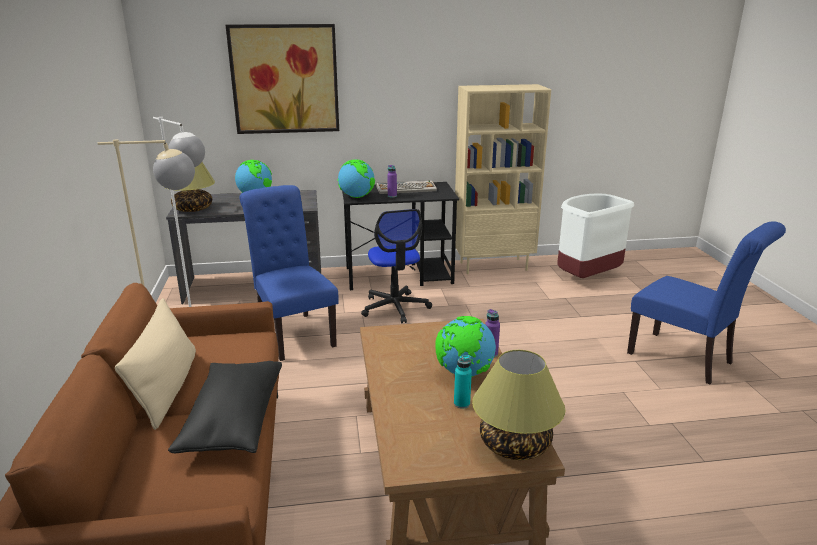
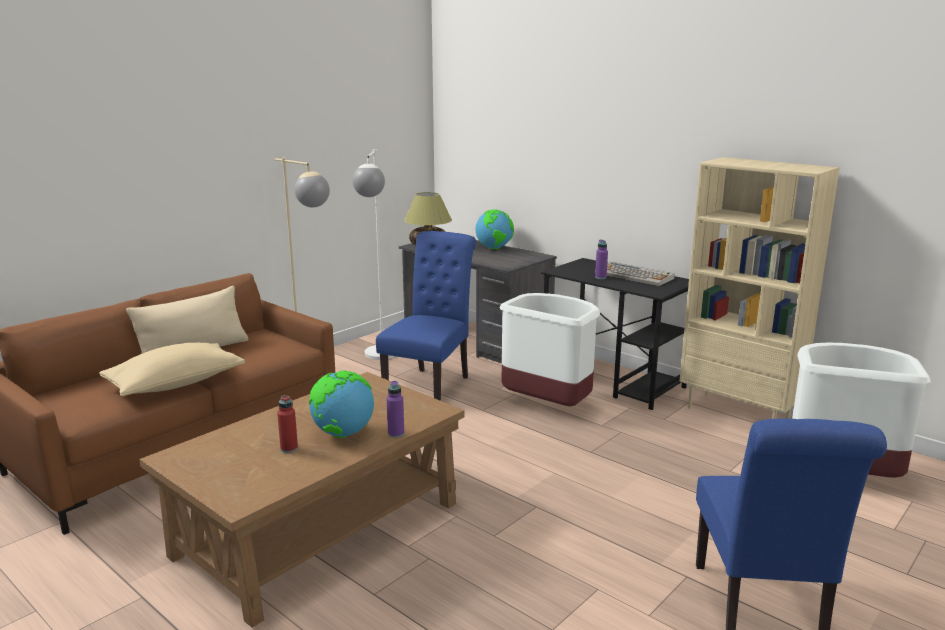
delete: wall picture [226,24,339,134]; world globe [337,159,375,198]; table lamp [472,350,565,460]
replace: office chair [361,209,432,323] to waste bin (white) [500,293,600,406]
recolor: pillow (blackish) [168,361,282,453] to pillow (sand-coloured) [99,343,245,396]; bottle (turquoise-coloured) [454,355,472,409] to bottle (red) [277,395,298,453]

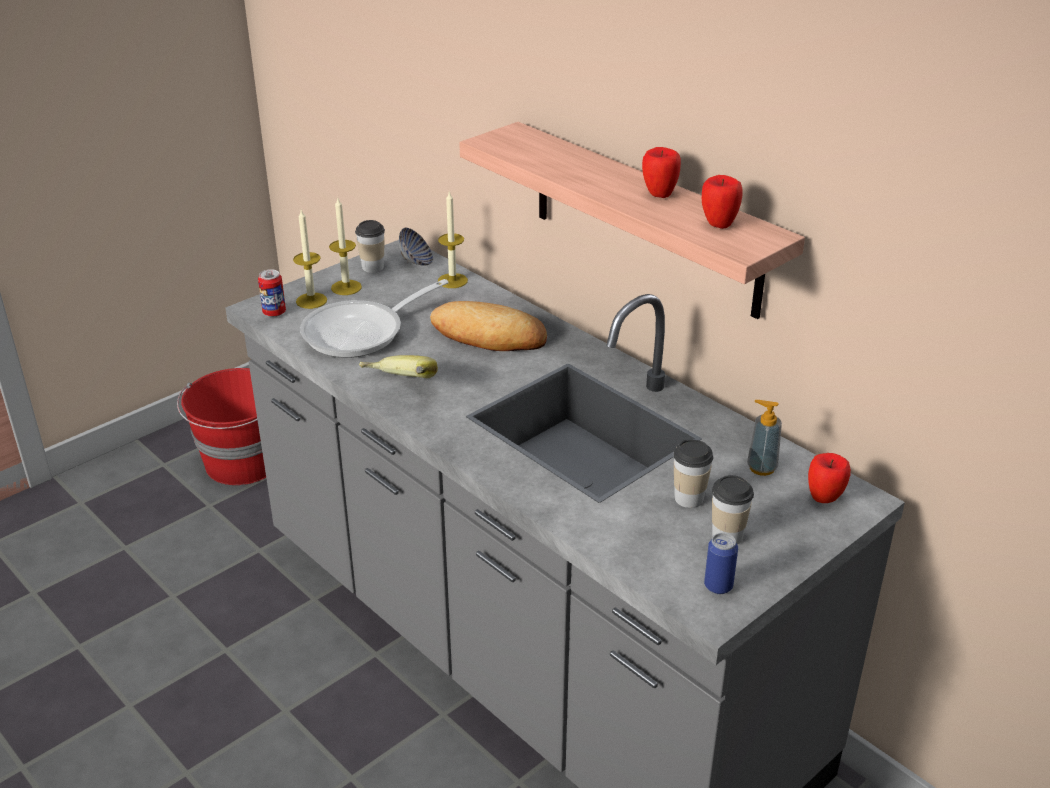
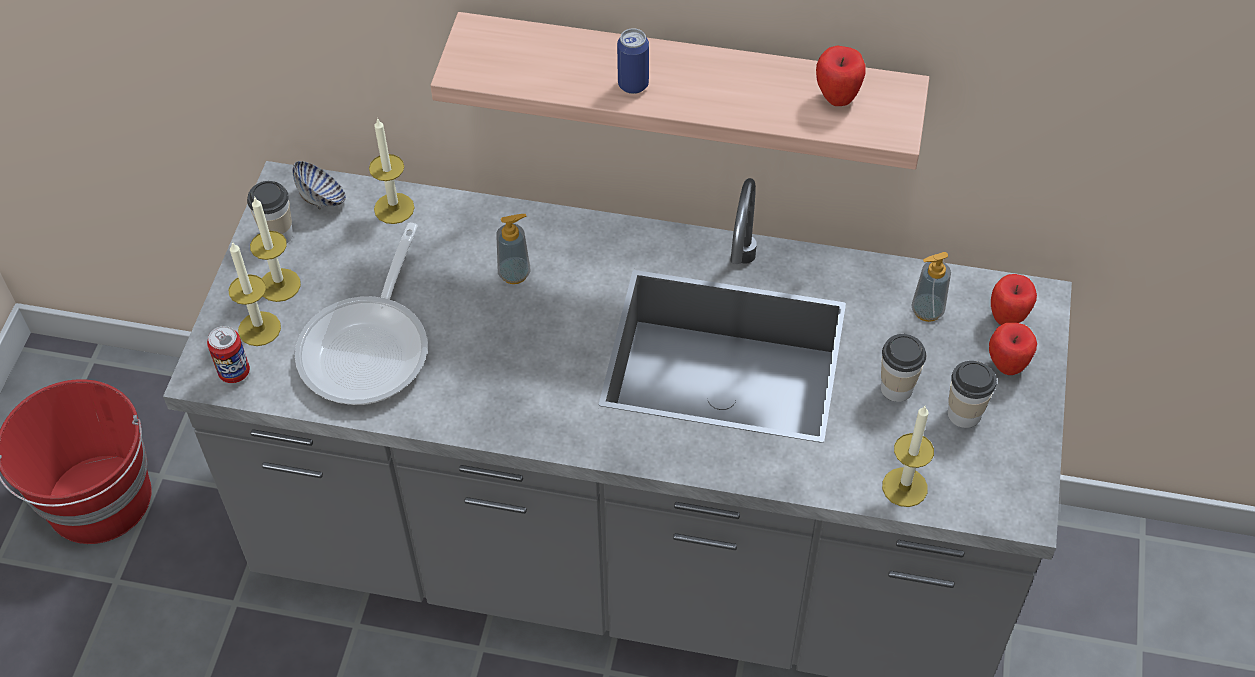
delete: banana fruit [359,355,438,378]
insert: candle [882,405,934,507]
move: apple fruit [642,147,681,198] to [989,323,1037,375]; can [704,533,738,594] to [617,29,649,94]
replace: bread [430,301,547,351] to soap bottle [496,214,530,284]

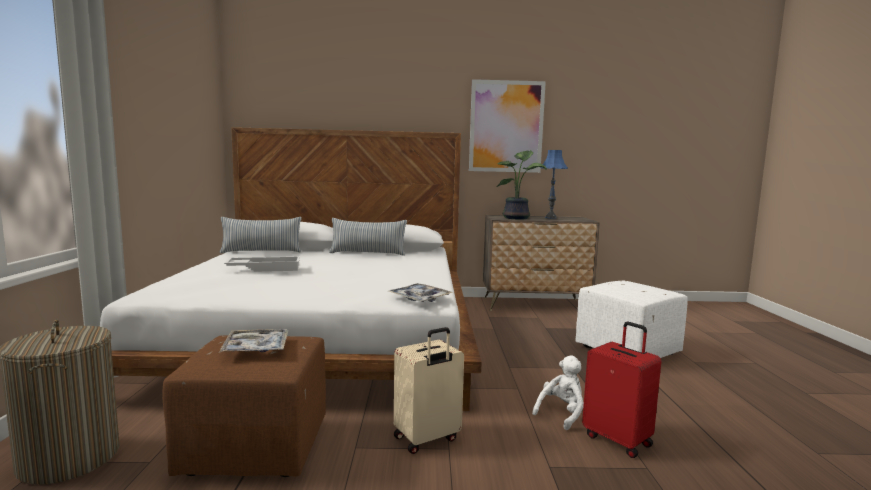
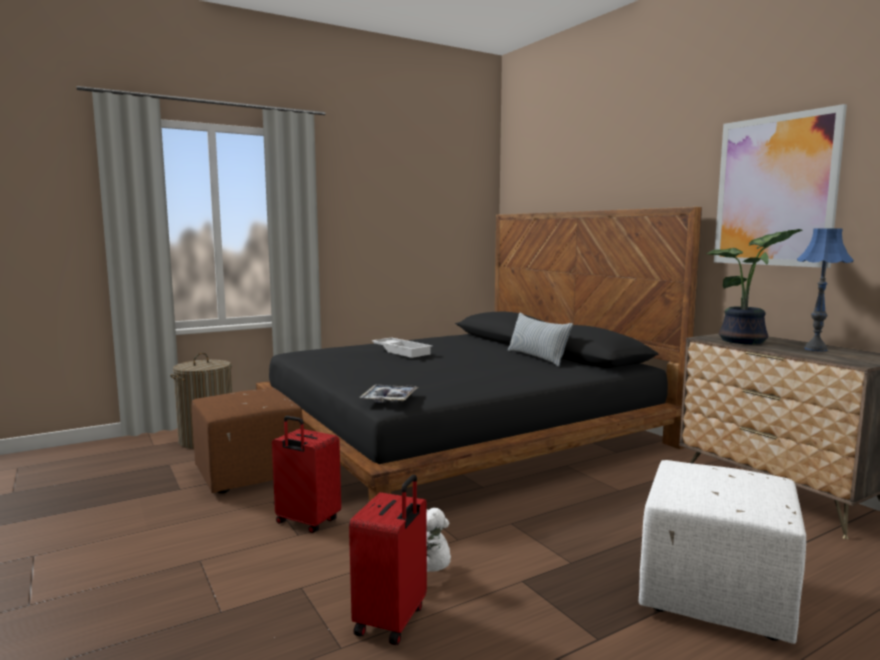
delete: serving tray [219,329,288,353]; pillow [220,217,302,253]
recolor: bed (white) [100,127,482,411] to bed (blackish) [256,207,702,502]; suitcase (sand-coloured) [394,327,464,454] to suitcase (red) [272,416,341,533]

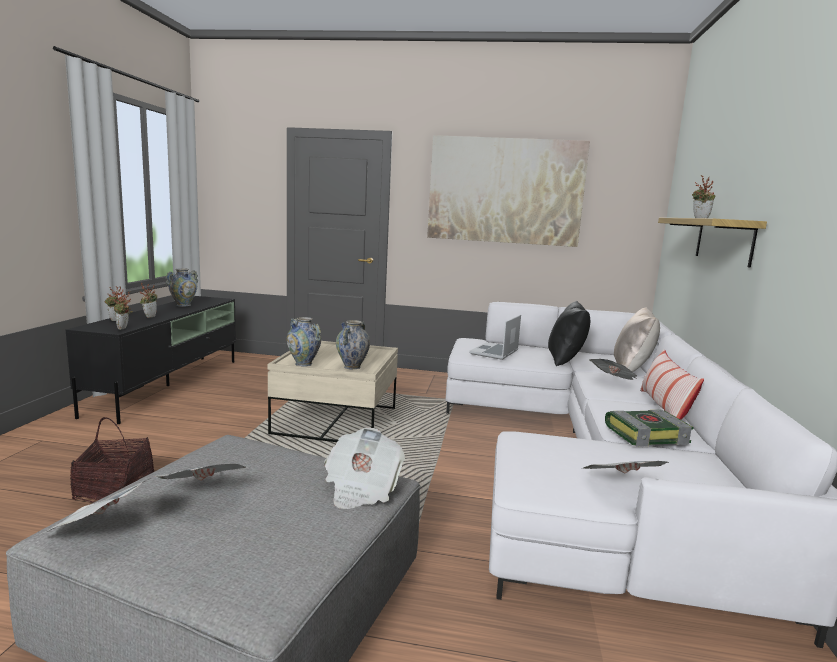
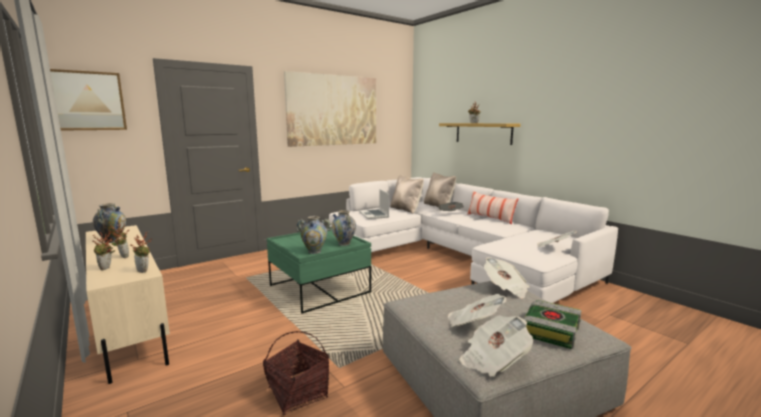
insert: wall picture [50,69,127,131]
move: bound book [605,410,694,447] to [523,300,581,349]
recolor: media console (blackish) [66,296,236,424] to media console (sand-coloured) [86,225,170,384]; lounge table (sand-coloured) [268,341,398,442] to lounge table (green-coloured) [267,228,371,314]; pillow (blackish) [548,301,590,366] to pillow (sand-coloured) [390,175,424,214]

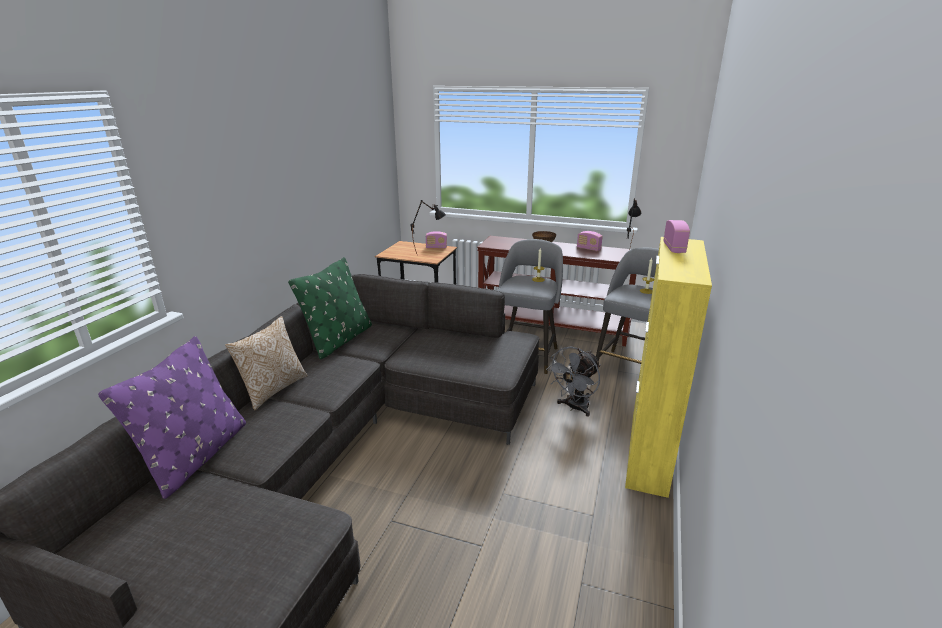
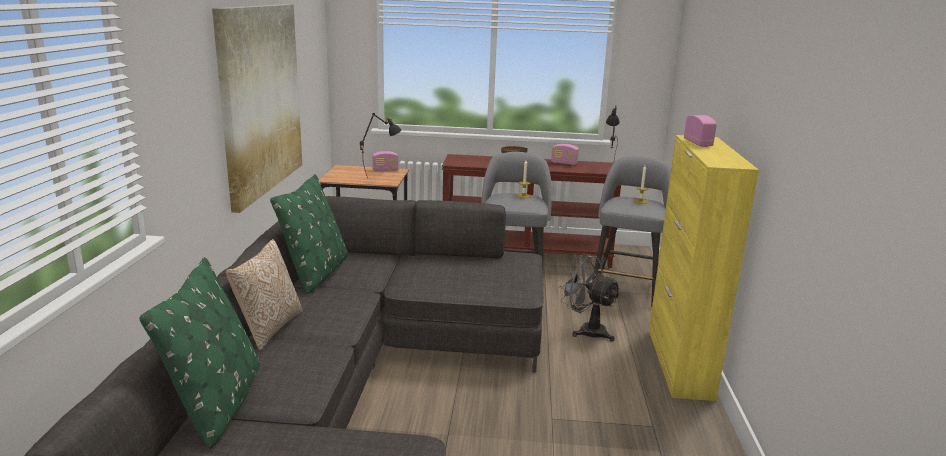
insert: wall picture [212,4,302,213]
recolor: pillow (purple) [98,336,246,499] to pillow (green-coloured) [139,257,260,449]
rotate: fan (greyish) [546,346,600,417] = [559,253,621,342] 105 degrees clockwise

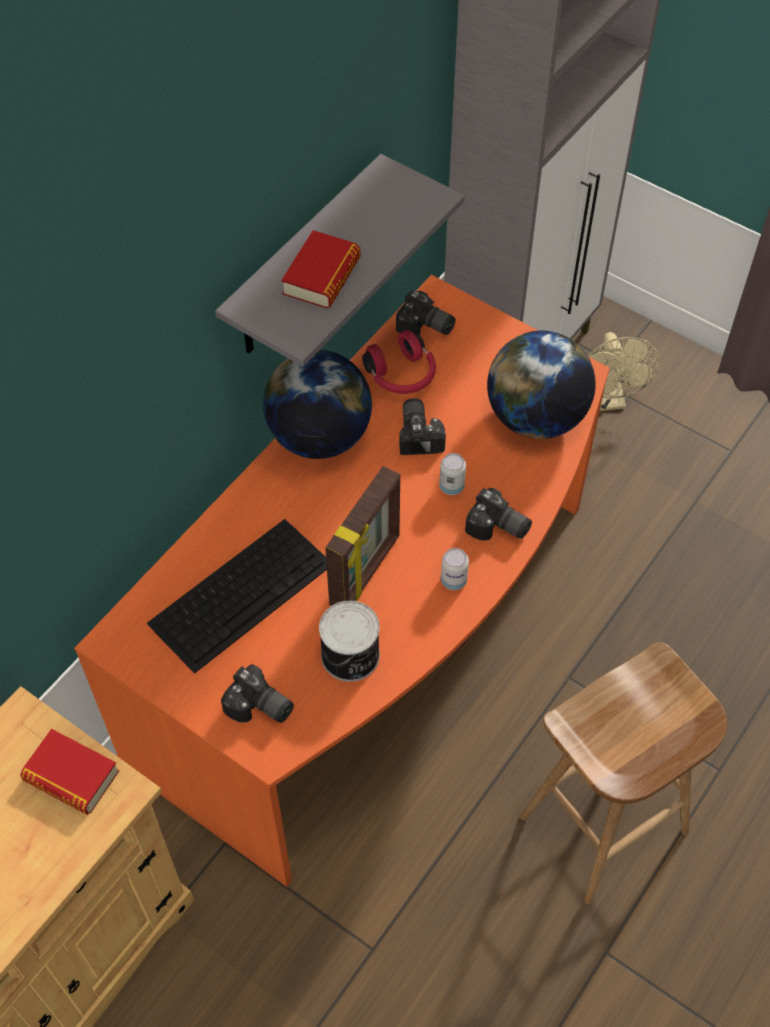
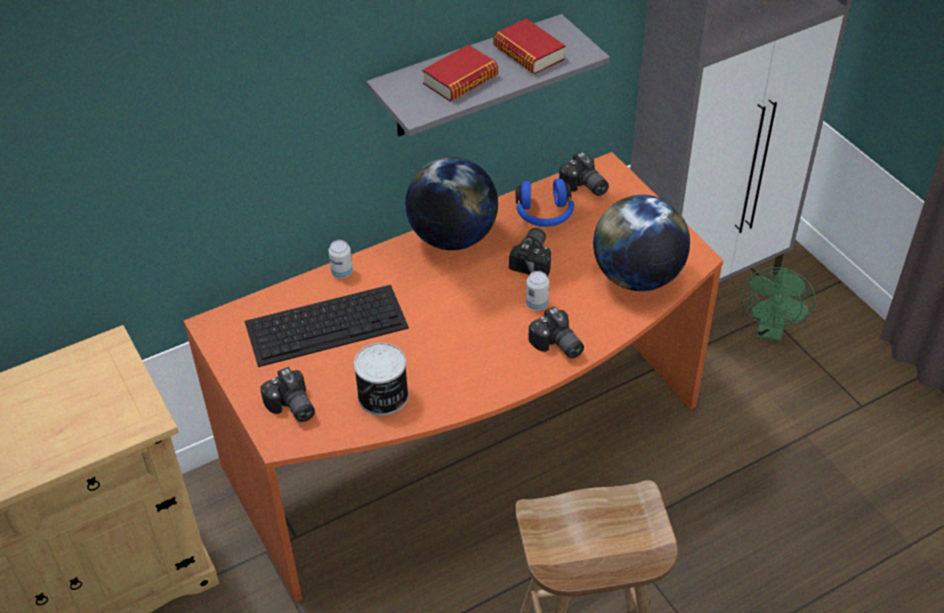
delete: photo frame [325,466,400,606]
move: bound book [20,729,119,815] to [493,19,566,74]; can [441,548,469,590] to [328,240,353,278]
recolor: headphones (red) [362,330,436,394] to headphones (blue) [516,179,574,227]; fan (sand-coloured) [588,332,660,411] to fan (green-coloured) [741,267,816,342]

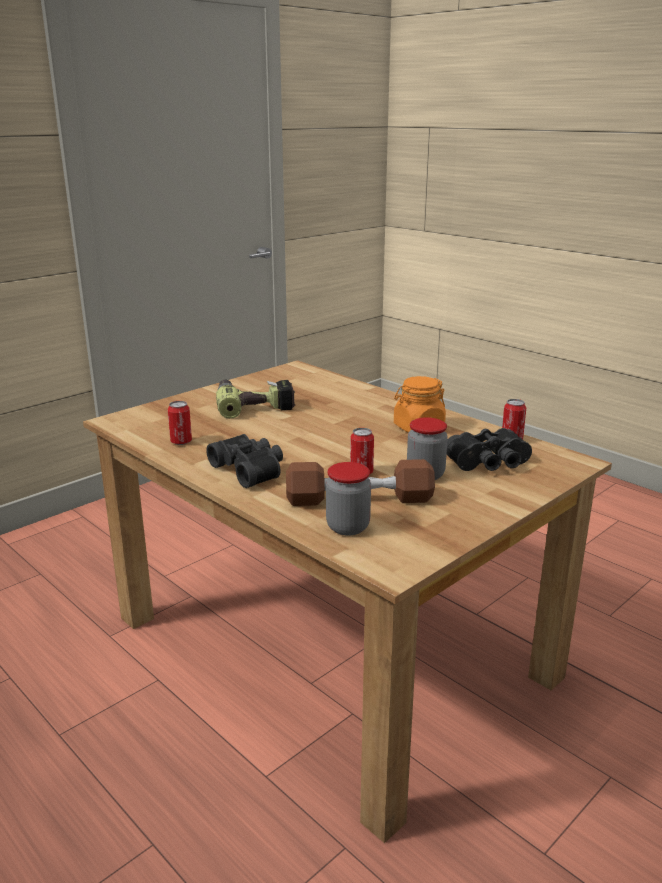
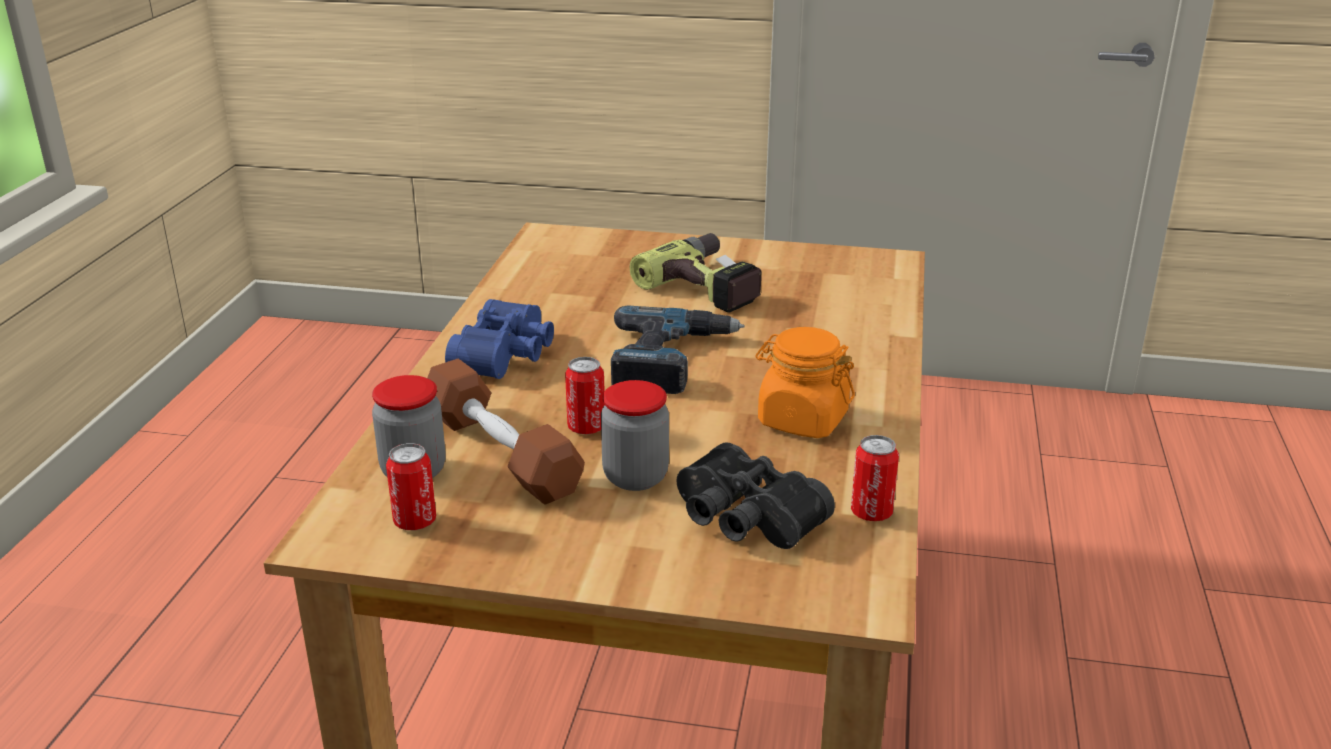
insert: drill [611,306,745,394]
move: can [168,401,192,445] to [386,443,436,530]
recolor: pair of binoculars (blackish) [206,434,283,488] to pair of binoculars (blue) [445,299,554,379]

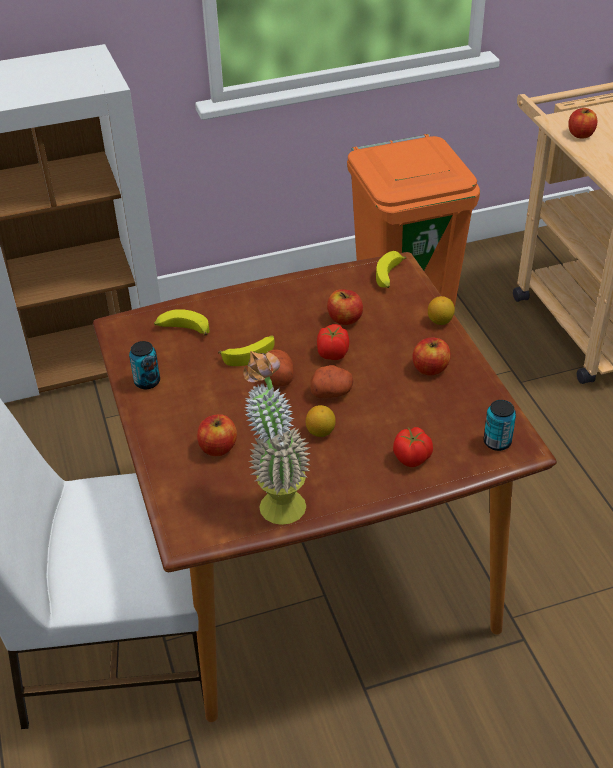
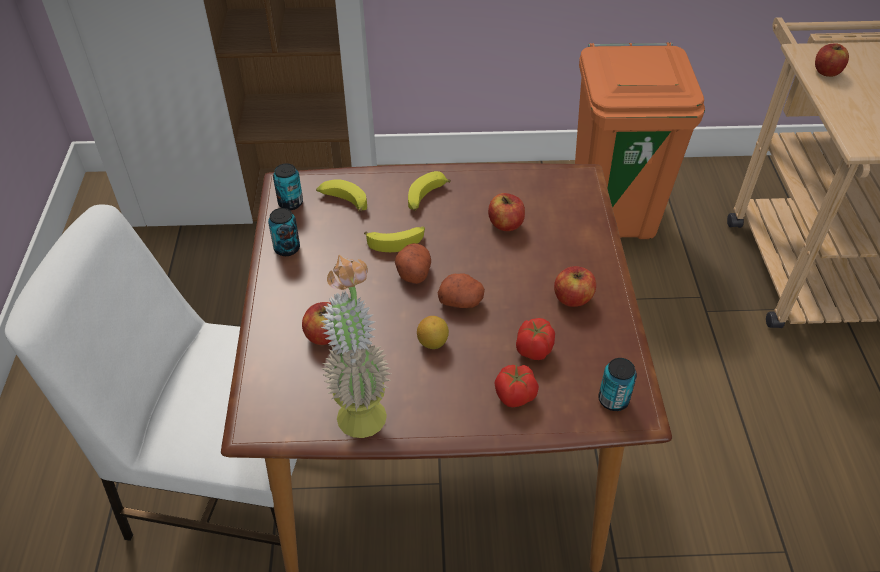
delete: lemon [428,296,455,325]
insert: can [273,163,303,210]
move: tomato [317,324,349,360] to [516,318,555,360]; banana fruit [376,251,406,288] to [408,171,450,211]

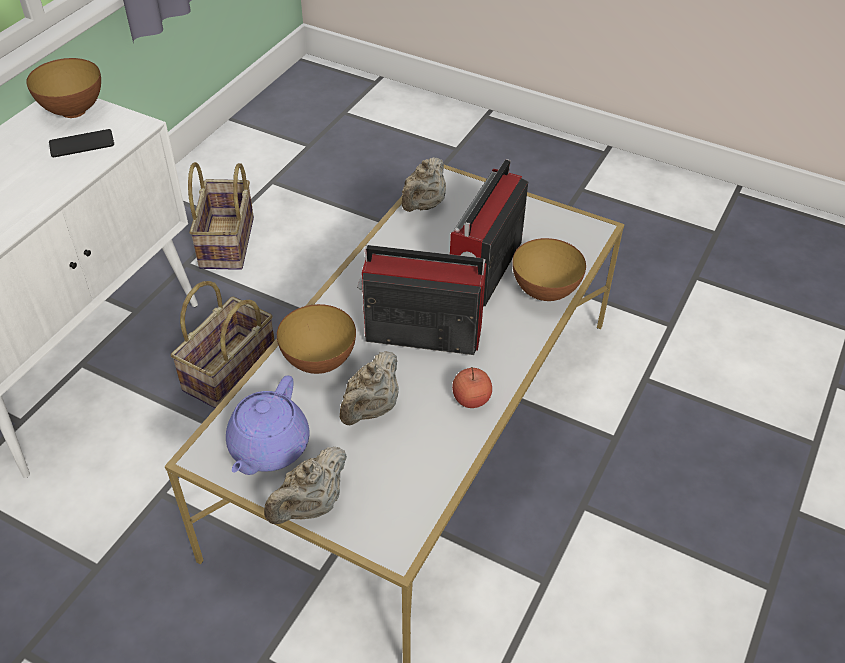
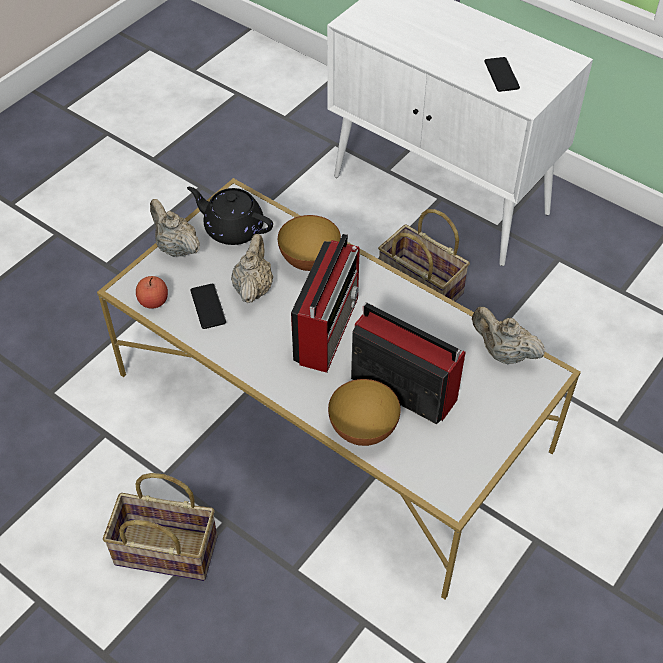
delete: bowl [26,58,101,118]
insert: telephone [191,284,226,329]
move: household basket [188,162,254,270] to [103,473,217,581]; apple fruit [452,367,492,408] to [136,276,168,309]
recolor: tea pot (purple) [226,376,309,475] to tea pot (blackish) [187,187,273,245]
rotate: tea pot (sand-coloured) [340,351,398,425] = [231,234,274,303] 60 degrees clockwise

